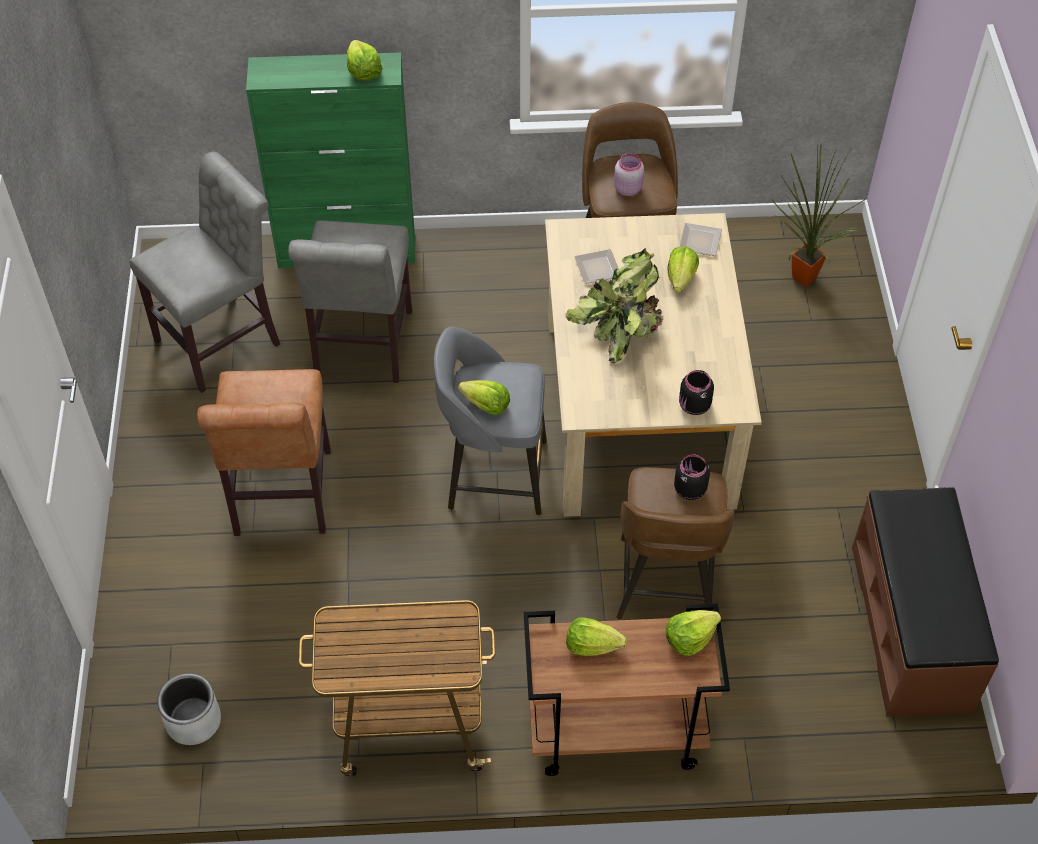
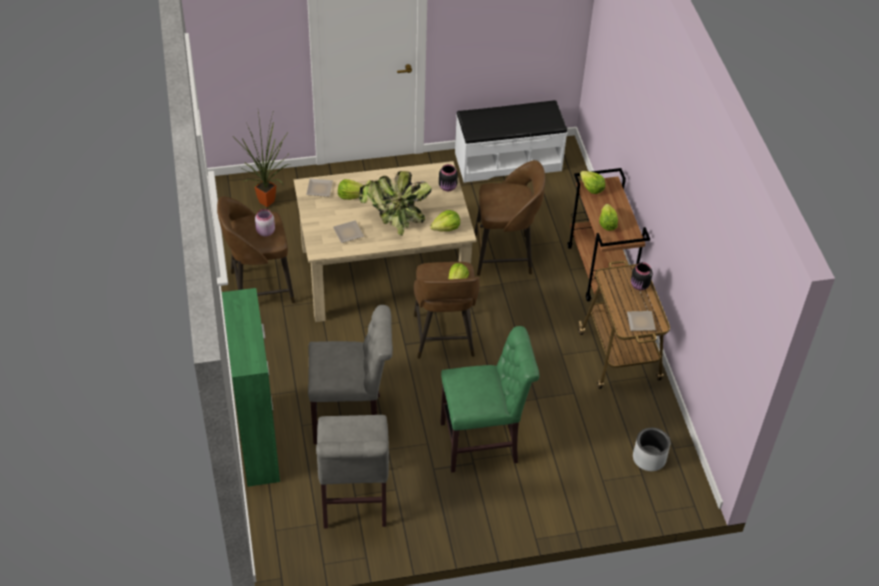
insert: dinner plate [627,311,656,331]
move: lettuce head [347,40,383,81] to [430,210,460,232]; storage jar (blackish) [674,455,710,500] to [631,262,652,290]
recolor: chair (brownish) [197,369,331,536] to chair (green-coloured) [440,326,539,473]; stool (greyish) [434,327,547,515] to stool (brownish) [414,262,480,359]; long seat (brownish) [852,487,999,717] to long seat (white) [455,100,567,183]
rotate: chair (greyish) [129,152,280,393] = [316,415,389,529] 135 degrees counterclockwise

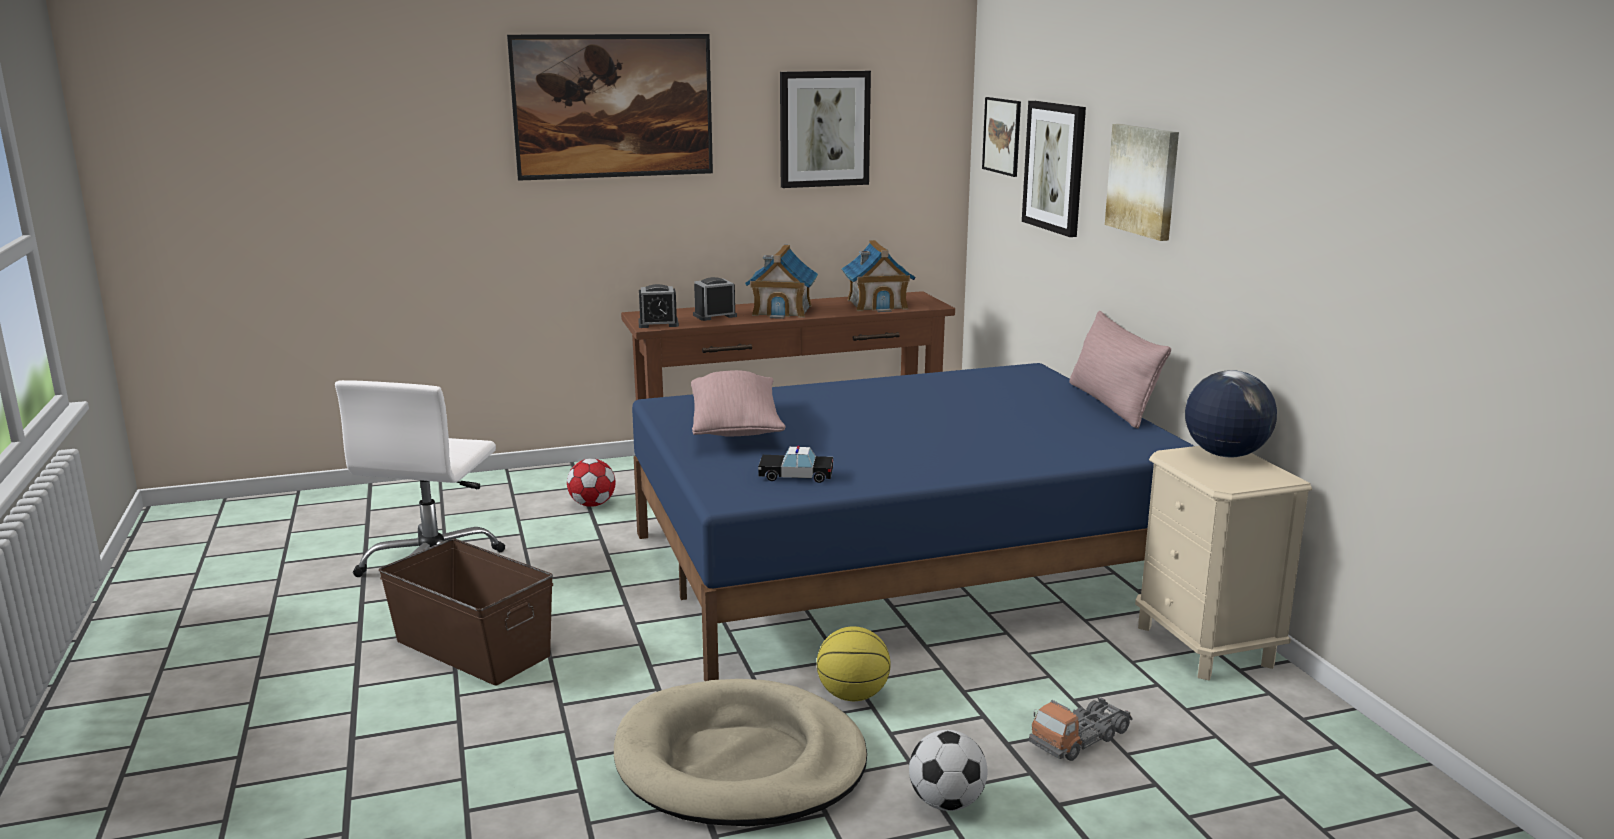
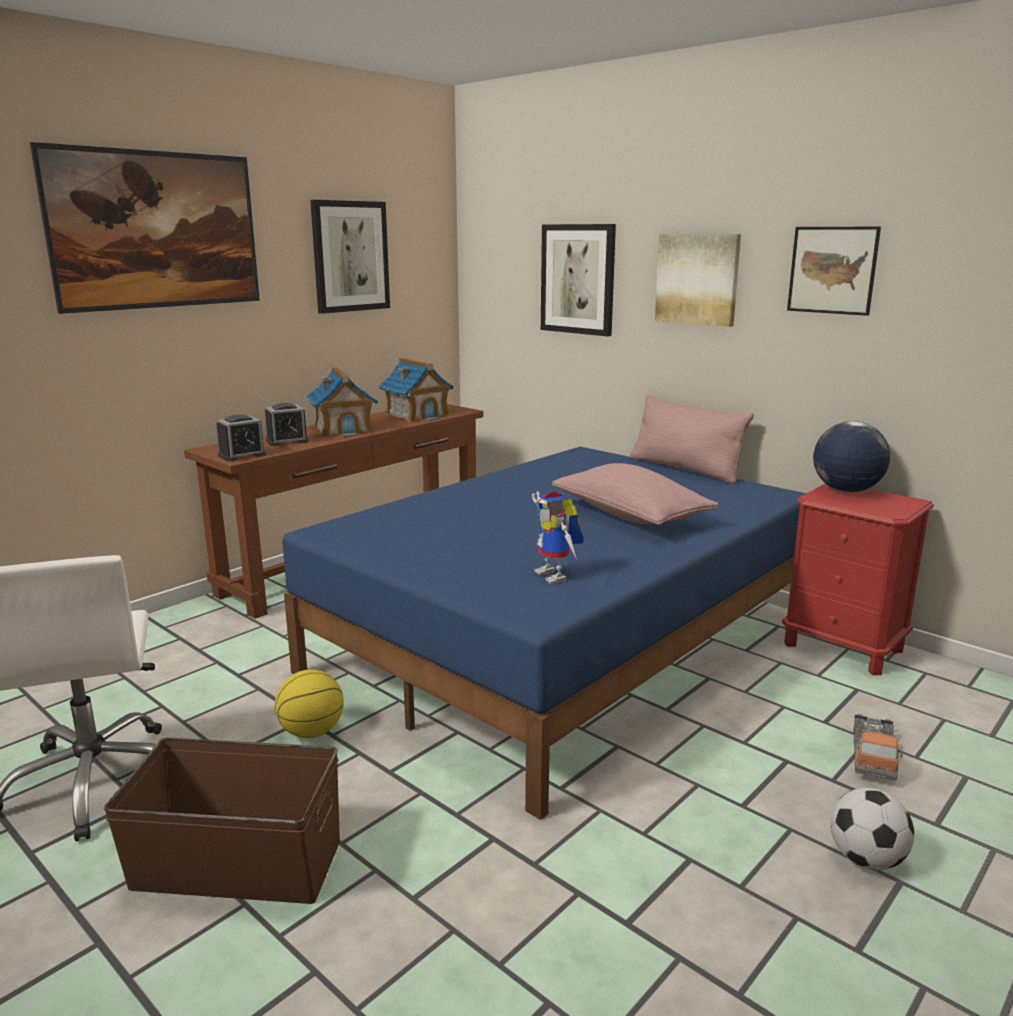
delete: ball for football [567,458,616,507]; pet bed (sand-coloured) [614,679,867,827]
move: pillow (pink-coloured) [691,370,786,437] to [552,463,719,525]; ball for basketball [817,626,891,701] to [275,669,344,738]; wall picture [982,97,1021,177] to [787,227,881,316]
replace: toy car [758,446,833,483] to toy robot [532,491,584,584]
recolor: night table (sand-coloured) [1135,446,1312,681] to night table (red) [782,483,934,675]
rotate: alarm clock [693,277,737,321] = [265,403,309,446] 150 degrees counterclockwise

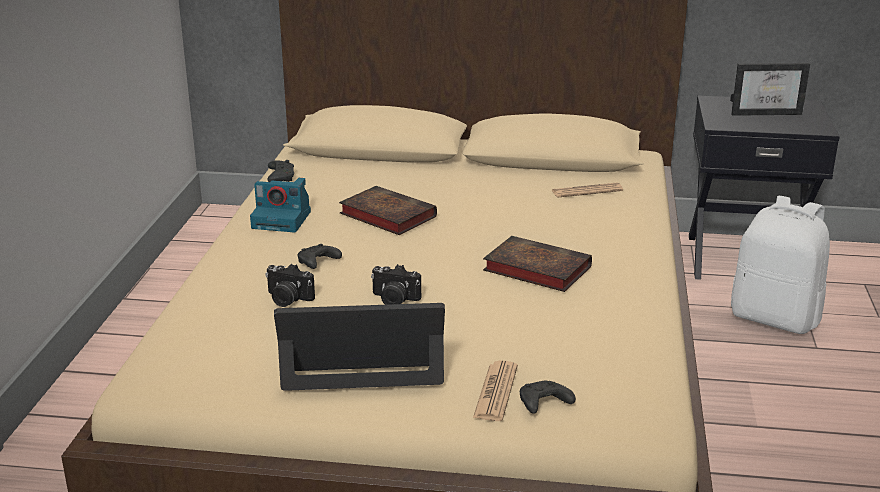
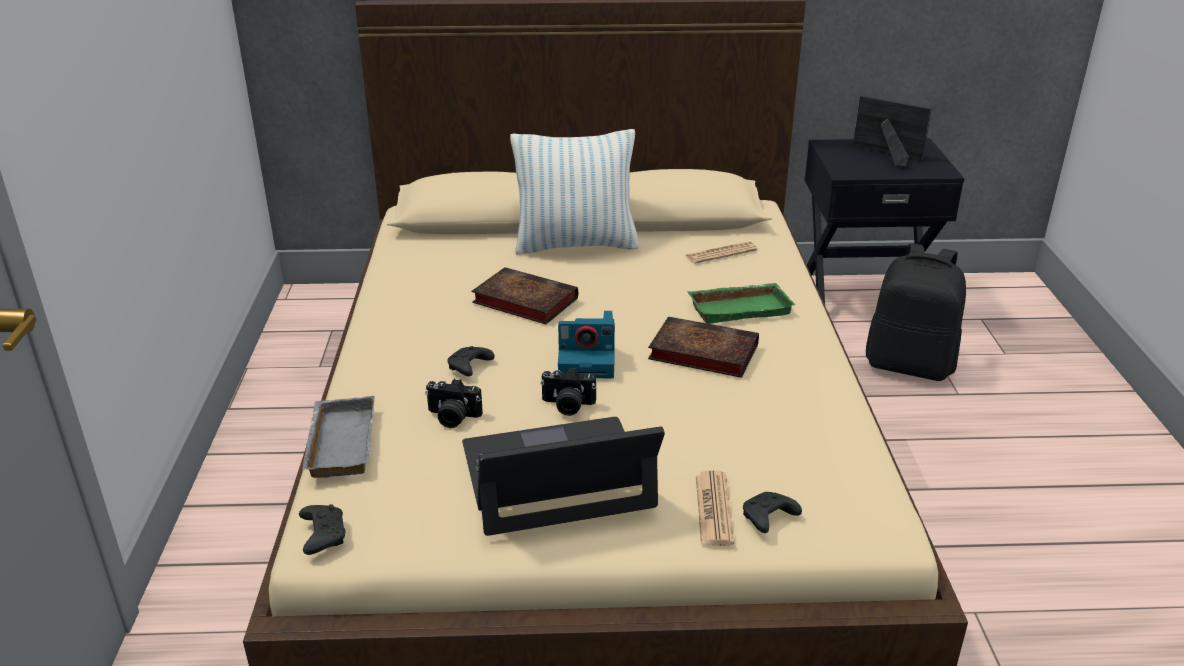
insert: serving tray (greyish) [302,396,375,478]; pillow [510,129,639,255]; serving tray (green-coloured) [687,283,795,324]
move: photo camera [250,178,311,233] to [558,311,615,378]; joypad (blackish) [268,160,294,182] to [299,504,345,555]
recolor: knapsack (white) [731,196,830,334] to knapsack (blackish) [866,243,966,381]
rotate: photo frame [730,63,810,116] = [853,95,932,167] 135 degrees counterclockwise

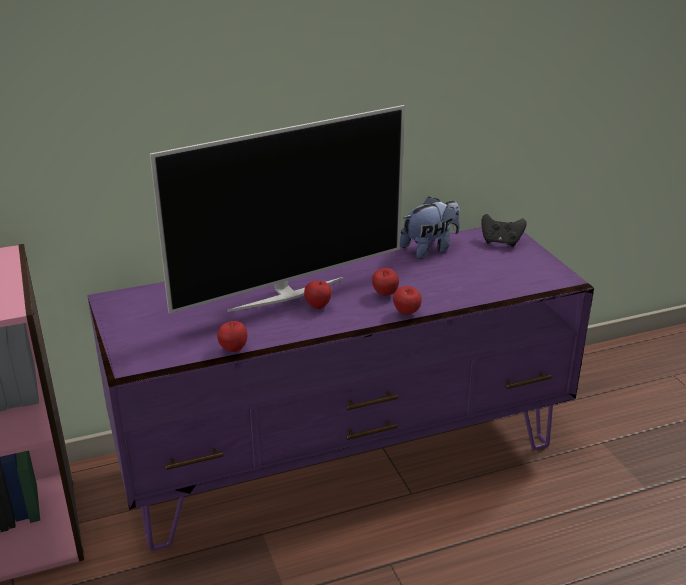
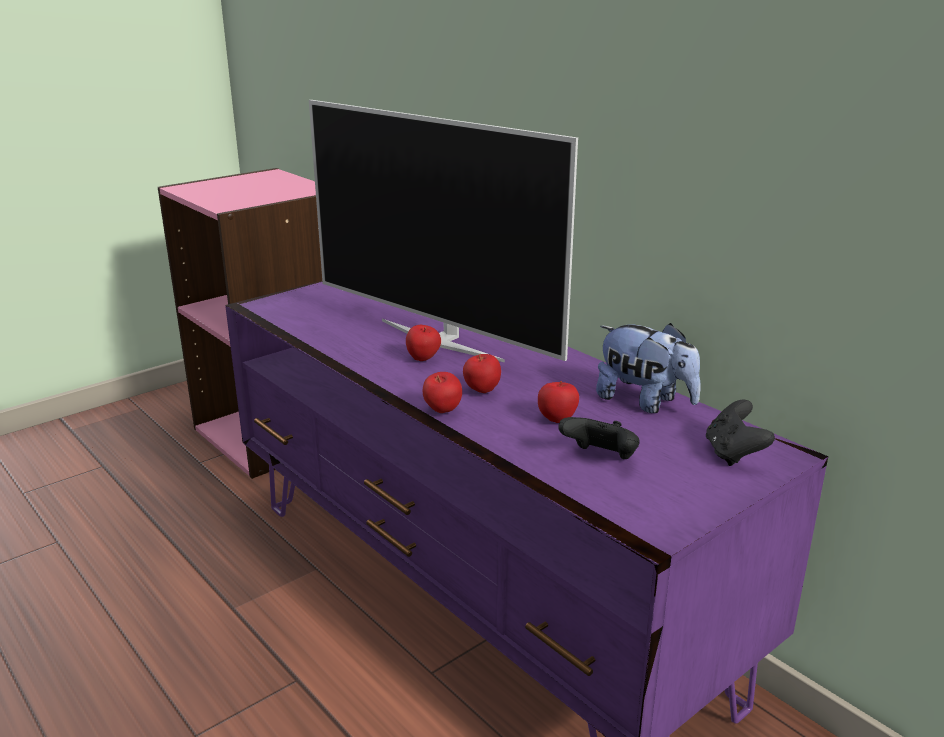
insert: joypad (blackish) [558,417,640,459]
move: apple fruit [217,321,247,352] to [538,381,579,423]

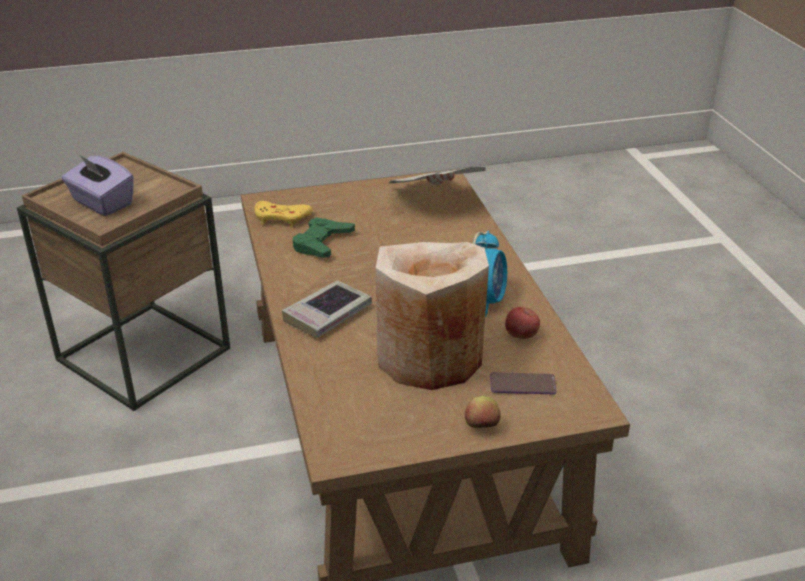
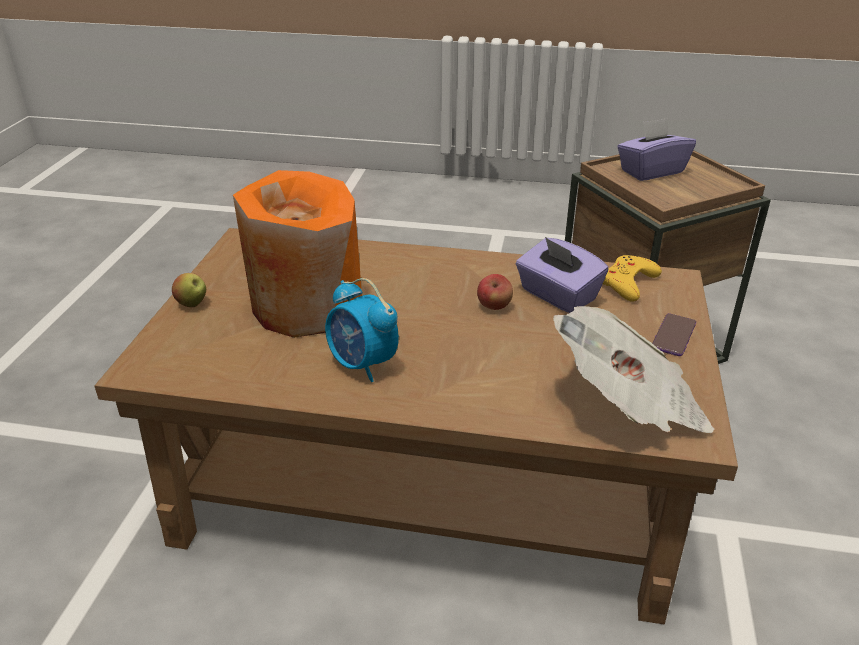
delete: bound book [282,280,372,338]
move: telephone [490,372,557,394] to [652,313,696,356]; apple fruit [505,307,540,339] to [477,274,513,310]
replace: joypad (green-coloured) [293,217,355,258] to tissue box (purple) [516,237,609,313]
recolor: vase (sand-coloured) [376,242,489,390] to vase (orange) [233,170,362,338]

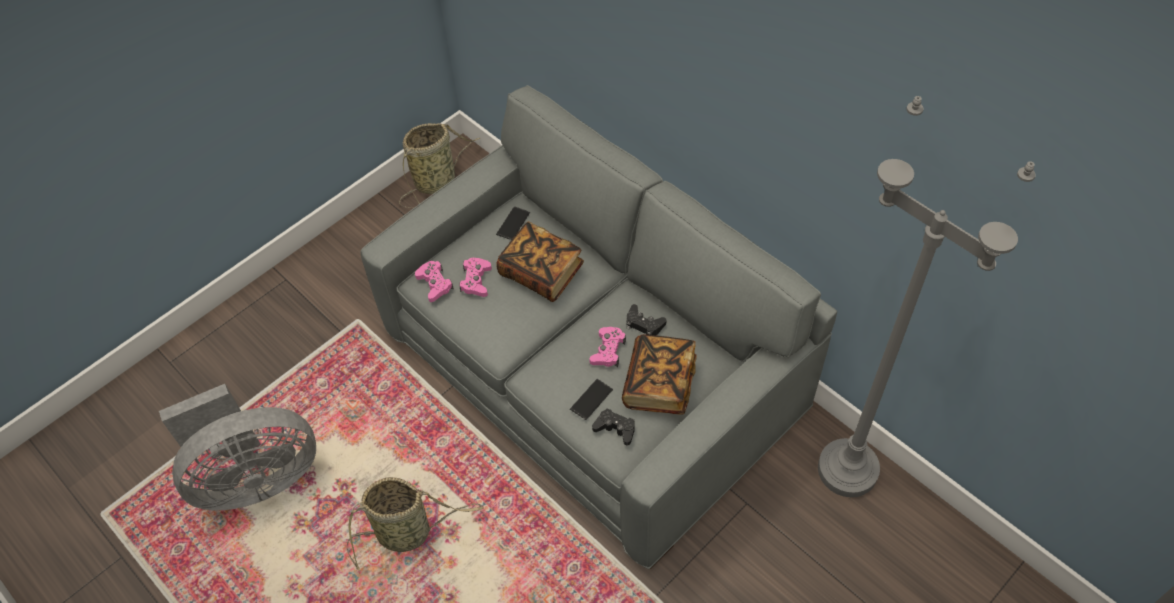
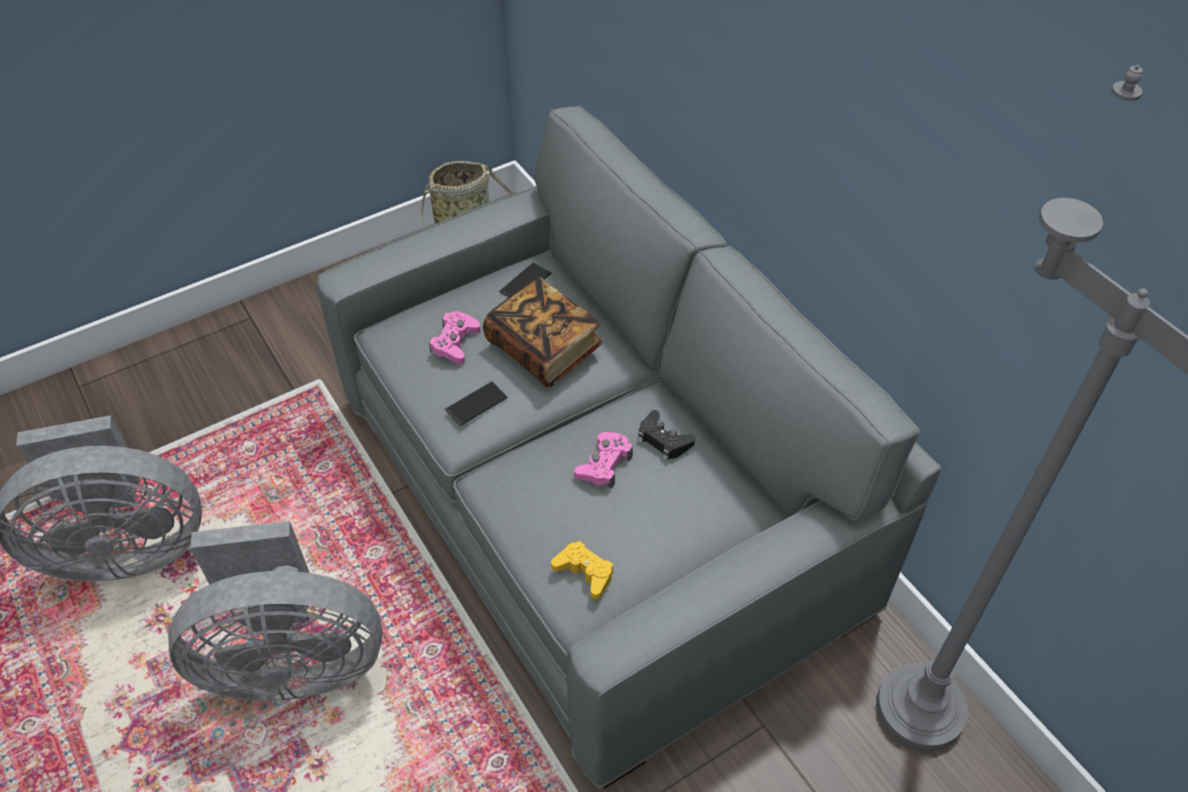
delete: joypad (pink-coloured) [415,261,454,302]; bound book [622,334,697,415]
move: telephone [570,379,613,420] to [445,381,508,426]
replace: household basket [347,477,483,571] to fan (greyish) [168,521,383,701]
recolor: joypad (blackish) [592,409,635,445] to joypad (yellow) [551,541,613,599]

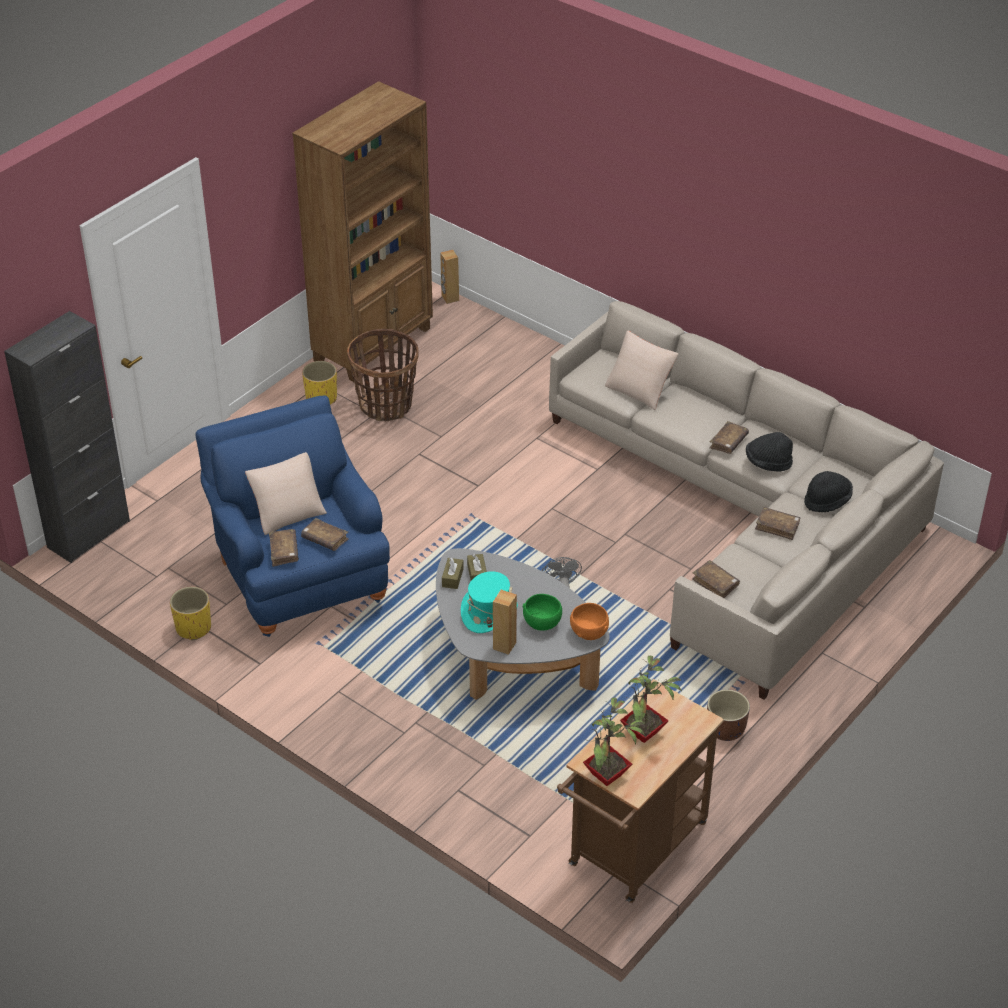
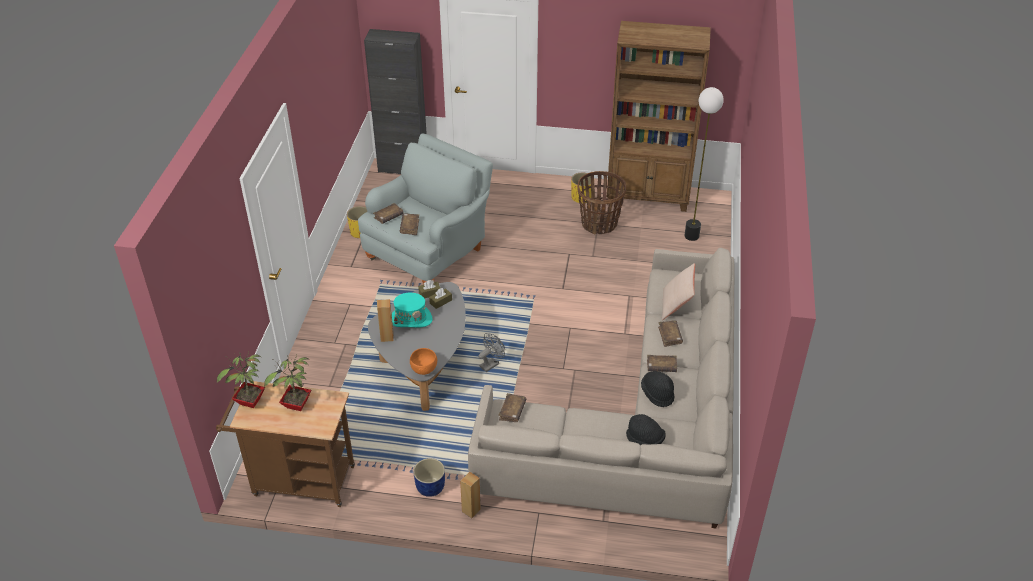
delete: pillow (sand-coloured) [245,452,327,535]; bowl (green-coloured) [522,594,562,631]
insert: standard lamp [684,87,724,241]
move: speaker (brownish) [440,250,459,304] to [460,472,481,518]; bound book (brownish) [755,507,800,540] to [658,320,683,347]
recolor: armchair (blue) [195,395,390,637] to armchair (greyish) [358,133,493,284]; flower pot (brownish) [707,690,750,741] to flower pot (blue) [413,458,445,497]

